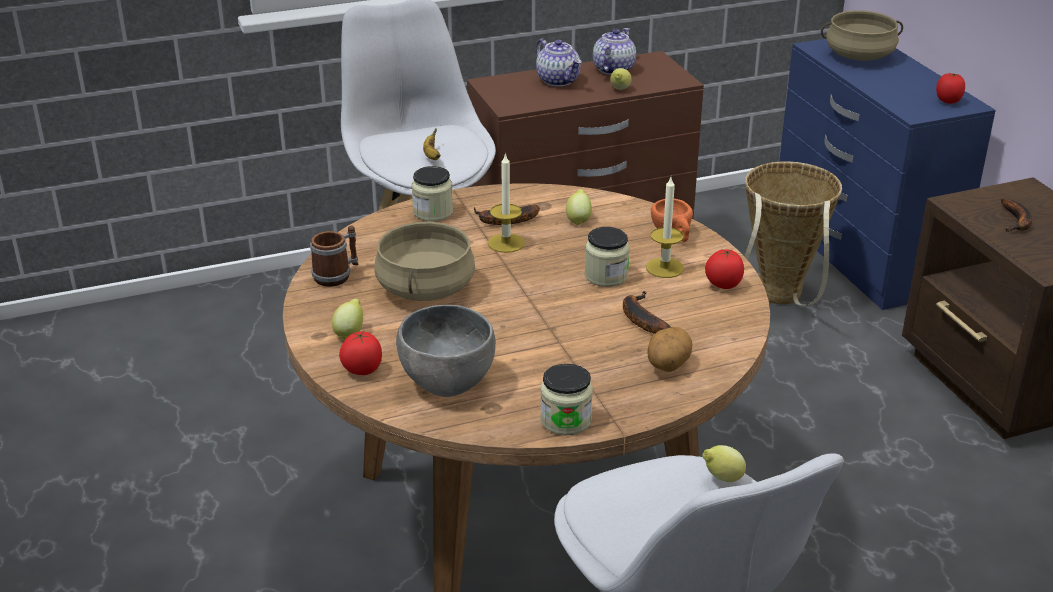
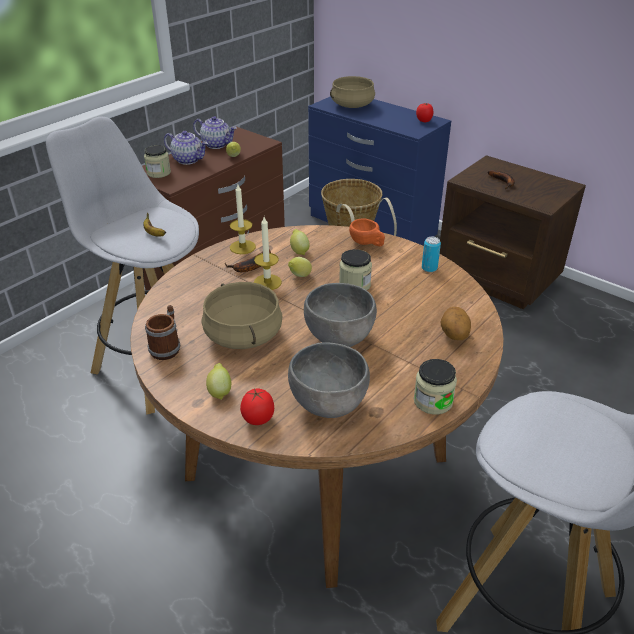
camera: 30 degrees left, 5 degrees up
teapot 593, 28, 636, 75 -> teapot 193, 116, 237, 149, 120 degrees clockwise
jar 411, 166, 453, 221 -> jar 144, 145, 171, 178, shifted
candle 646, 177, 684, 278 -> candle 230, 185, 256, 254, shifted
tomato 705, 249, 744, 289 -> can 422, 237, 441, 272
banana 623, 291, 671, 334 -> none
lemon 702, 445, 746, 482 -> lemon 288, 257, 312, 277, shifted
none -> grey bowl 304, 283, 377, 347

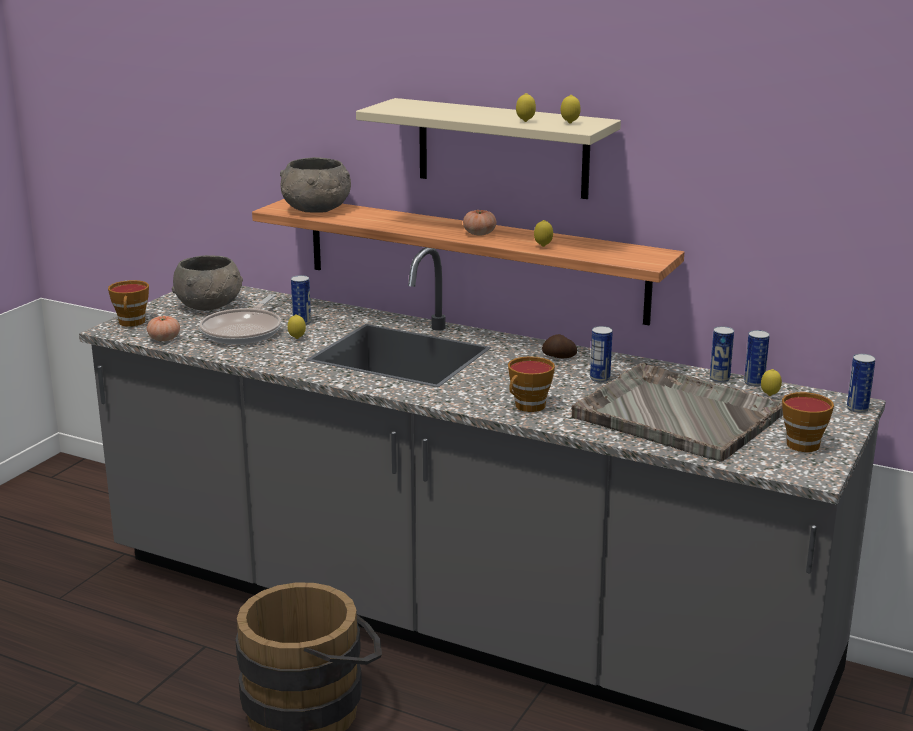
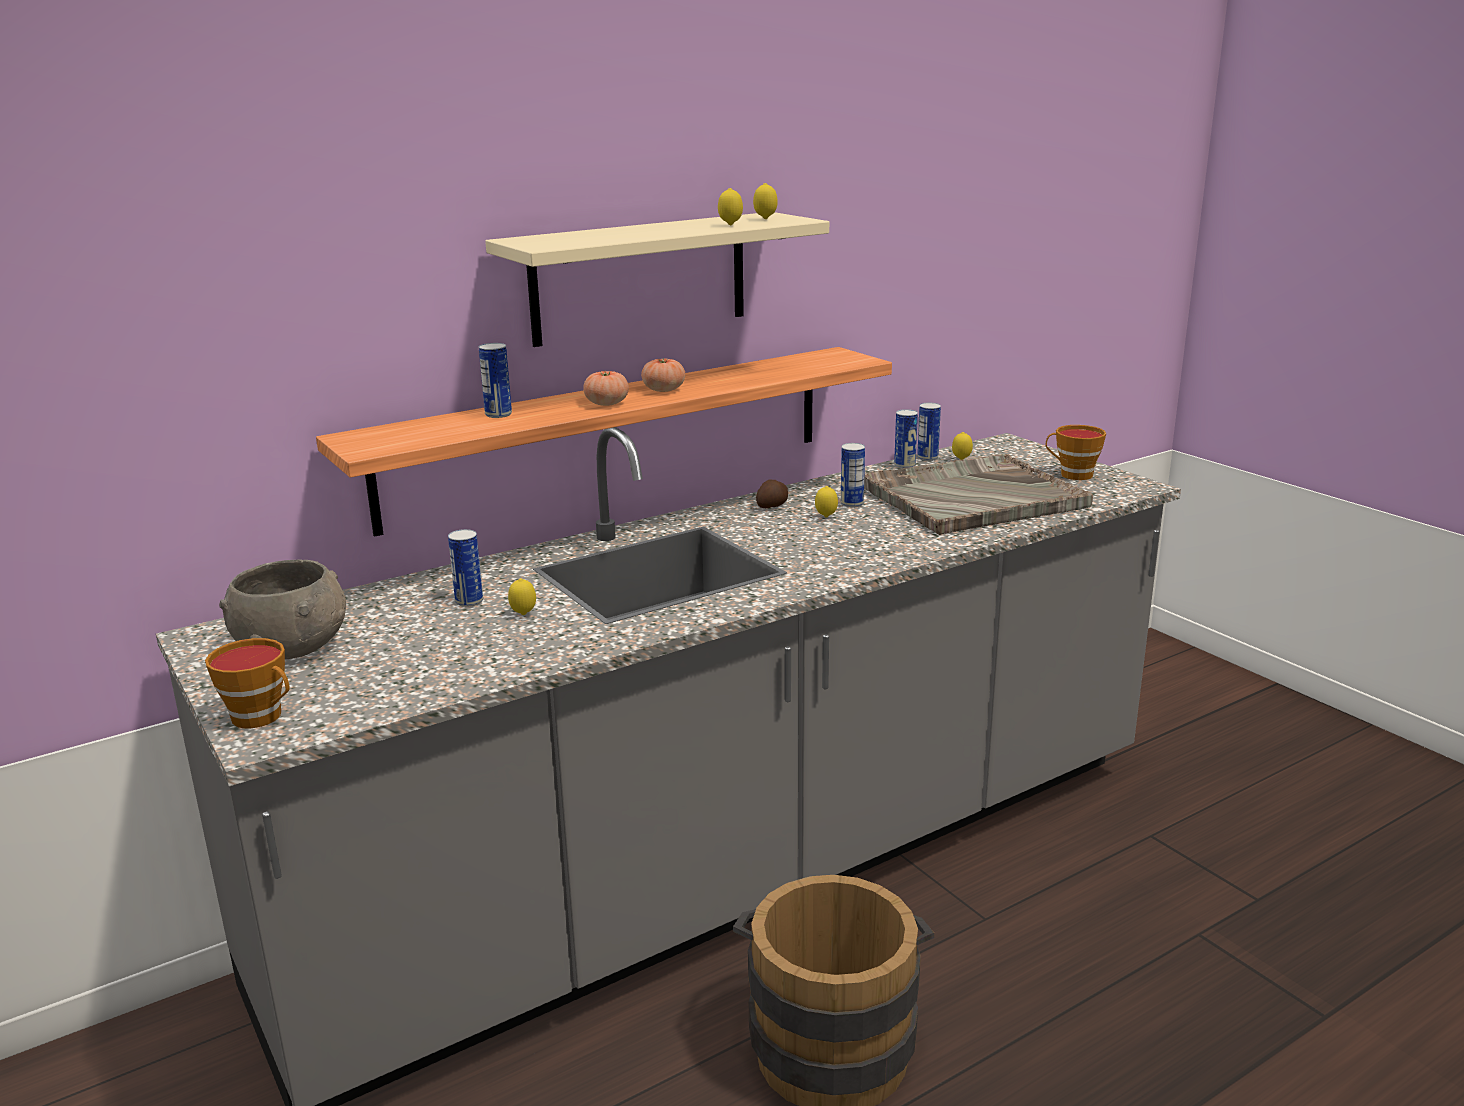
camera: 60 degrees left, 0 degrees up
grey bowl 280, 157, 351, 213 -> none
lemon 534, 220, 553, 247 -> lemon 815, 486, 838, 517, shifted
frying pan 200, 294, 281, 344 -> none
tomato 147, 316, 180, 341 -> tomato 583, 371, 629, 406, shifted
can 847, 354, 875, 413 -> can 479, 343, 512, 418, shifted
cup 508, 356, 555, 412 -> none

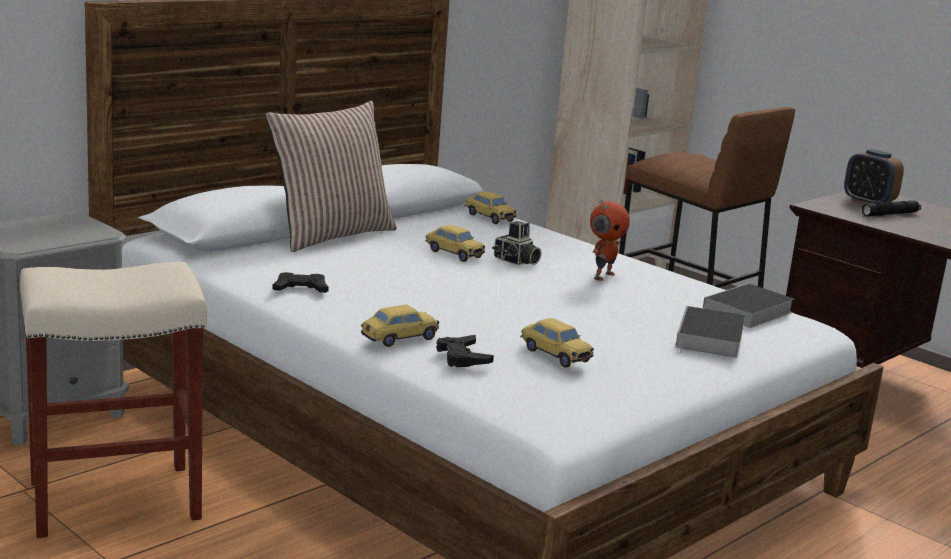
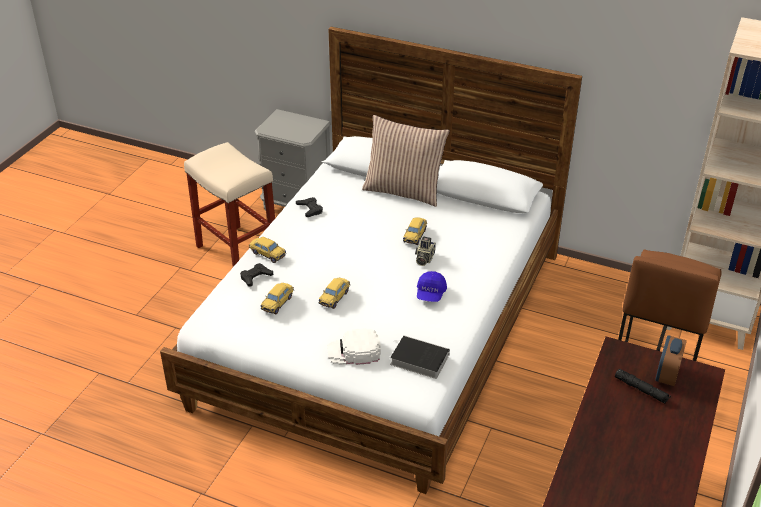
camera: 70 degrees right, 20 degrees up
toy car 465, 191, 516, 224 -> toy car 318, 278, 351, 309, shifted
toy robot 590, 198, 630, 281 -> blue cap 417, 271, 447, 302
book 675, 306, 745, 358 -> white cap 327, 328, 381, 365

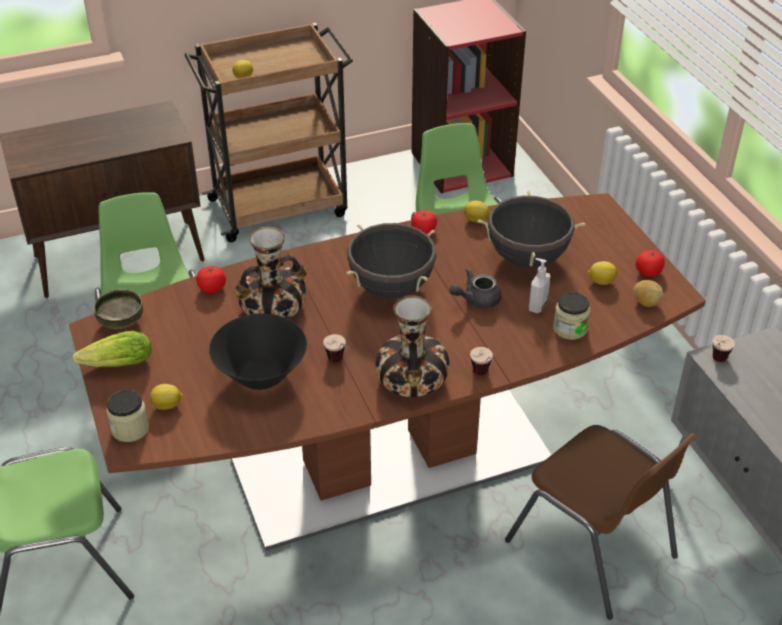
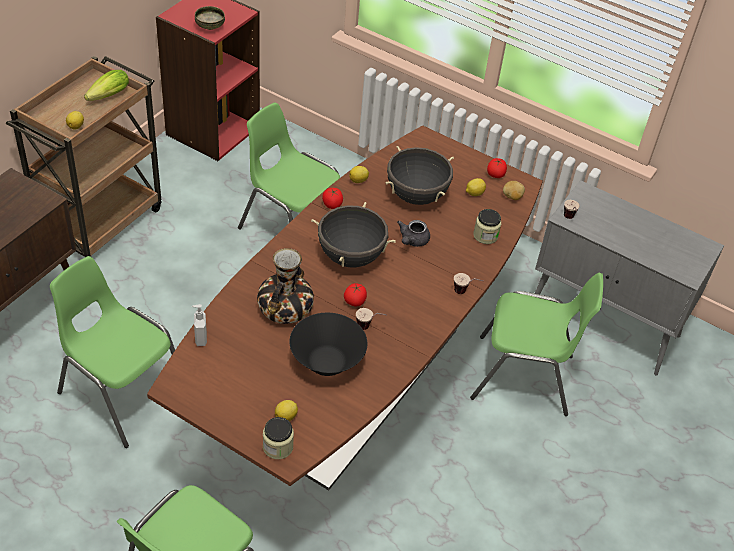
camera: 40 degrees left, 5 degrees up
soap dispenser 529, 258, 550, 313 -> soap dispenser 192, 304, 207, 346, shifted
tomato 196, 266, 226, 293 -> tomato 344, 283, 367, 306, shifted
bowl 94, 289, 143, 329 -> bowl 195, 6, 225, 30, shifted
vase 376, 295, 450, 397 -> none
lettuce 72, 331, 151, 367 -> lettuce 84, 70, 129, 101, shifted
brown chair 505, 425, 698, 620 -> green chair 470, 273, 603, 416

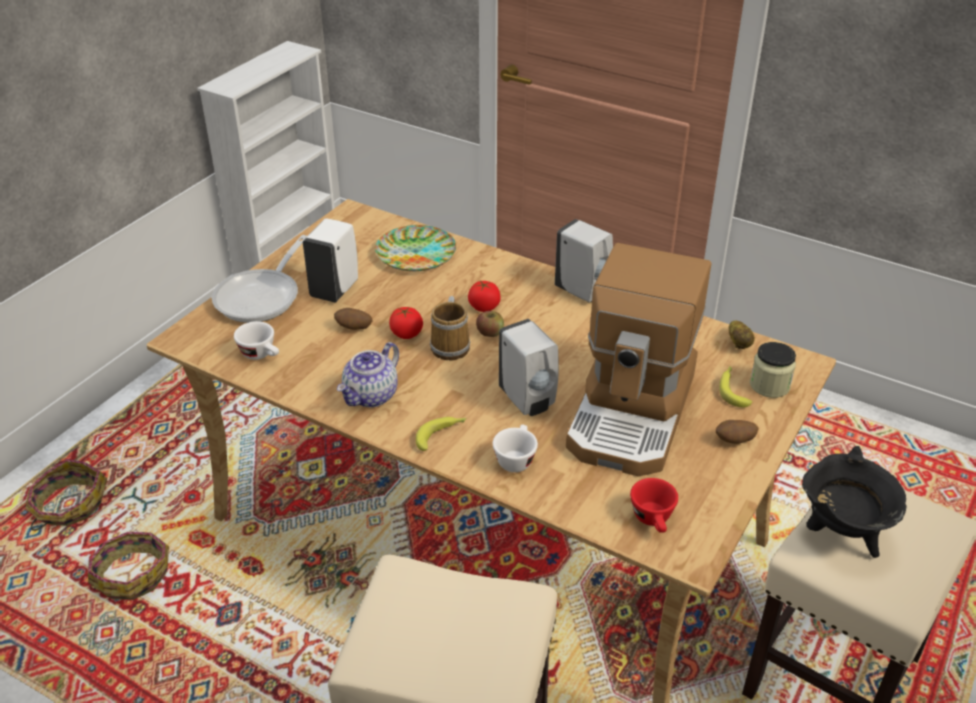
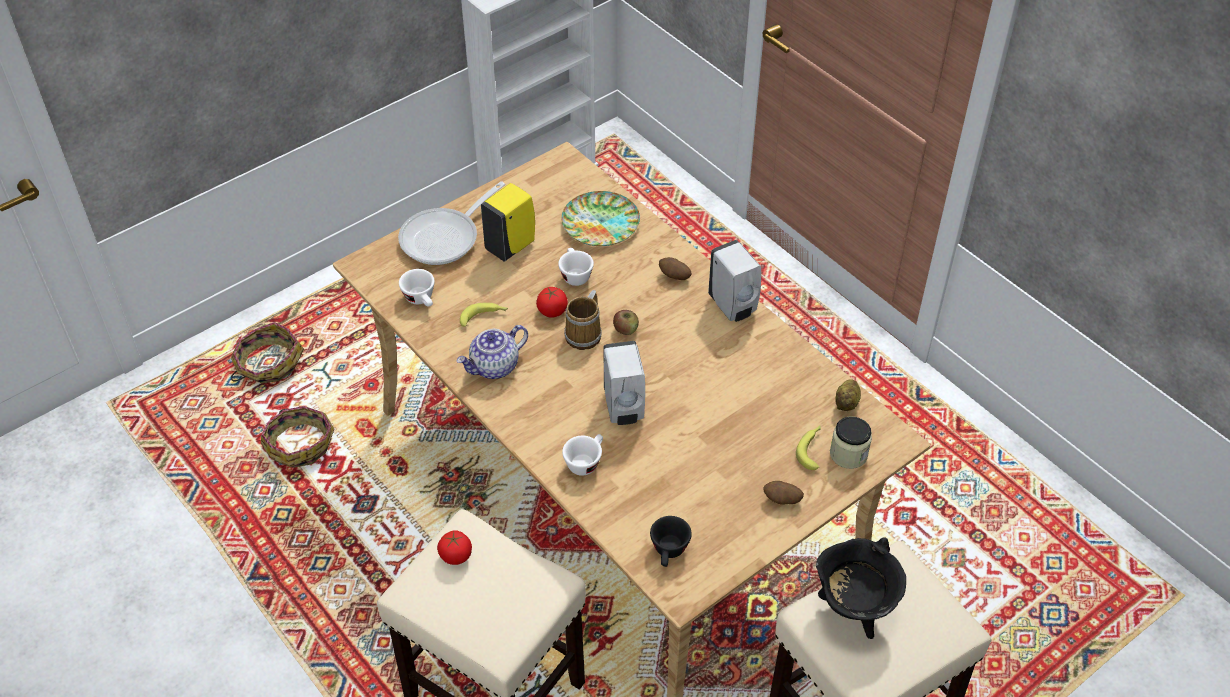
camera: 20 degrees right, 10 degrees up
white soap dispenser 303, 218, 358, 303 -> yellow soap dispenser 481, 183, 535, 262
coffee machine 566, 243, 712, 477 -> none
tomato 468, 281, 501, 312 -> tomato 437, 530, 472, 565, shifted
potato 334, 308, 372, 330 -> potato 659, 257, 691, 280, shifted
banana 416, 417, 466, 451 -> banana 460, 303, 508, 327, shifted
red cup 630, 478, 678, 533 -> black cup 650, 516, 692, 567
none -> white cup 558, 248, 594, 286

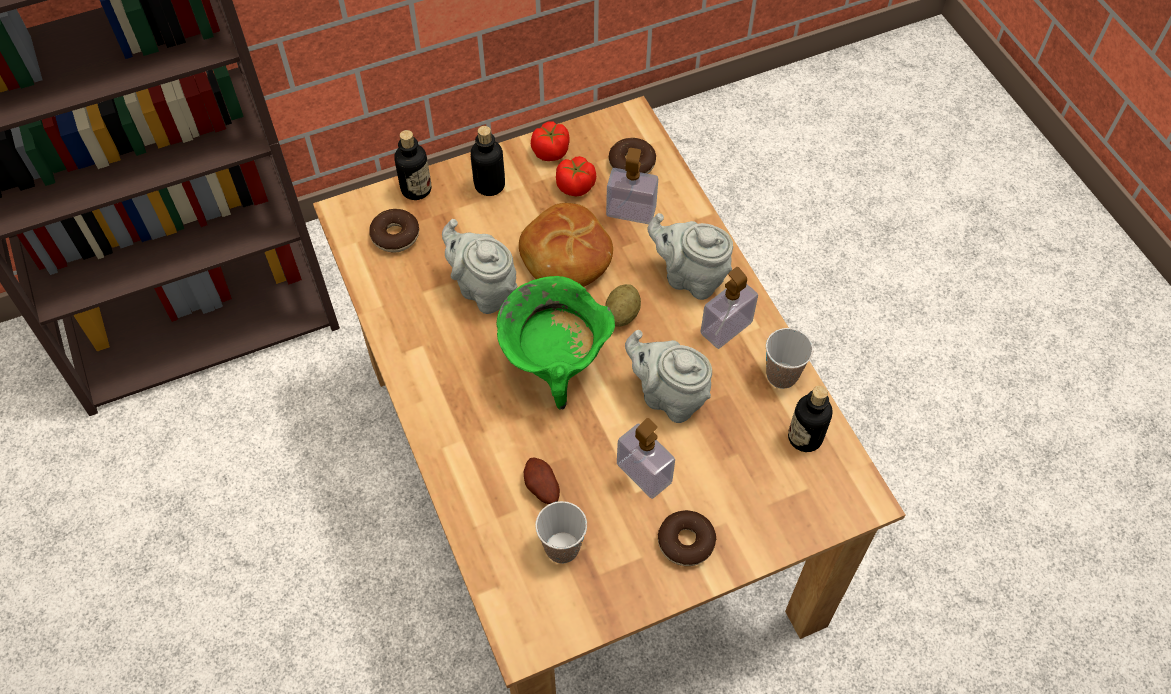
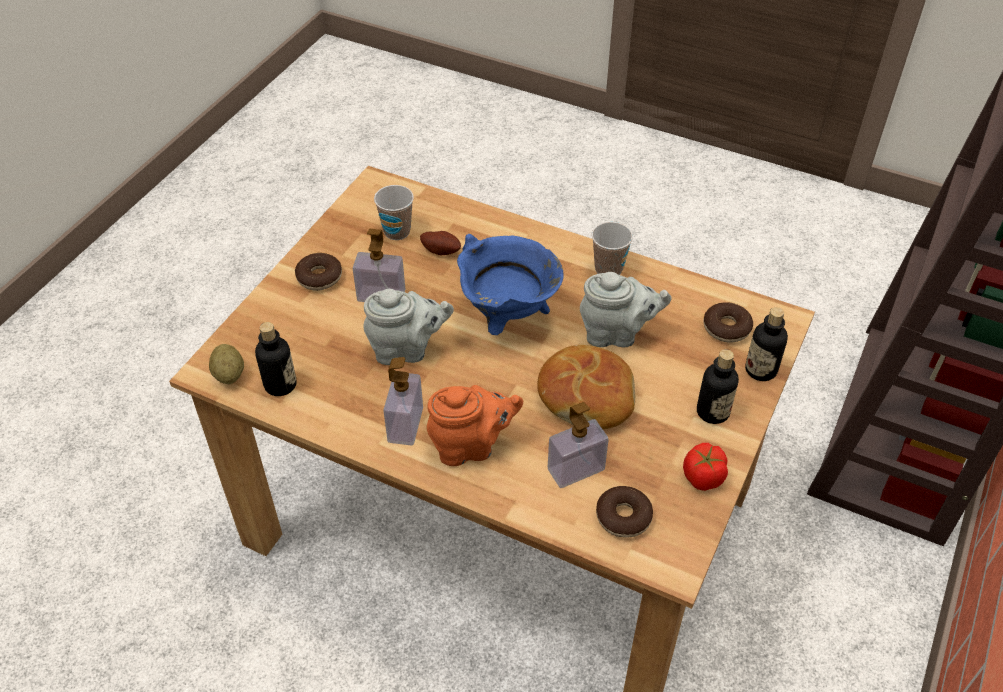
camera: 140 degrees right, 10 degrees down
tomato 556, 156, 596, 197 -> none
grey teapot 648, 213, 733, 300 -> orange teapot 427, 385, 523, 466
green cooking pot 496, 276, 615, 409 -> blue cooking pot 457, 234, 564, 335
potato 605, 284, 641, 327 -> potato 209, 344, 244, 384, shifted
cup 766, 328, 814, 389 -> cup 592, 222, 633, 275, shifted

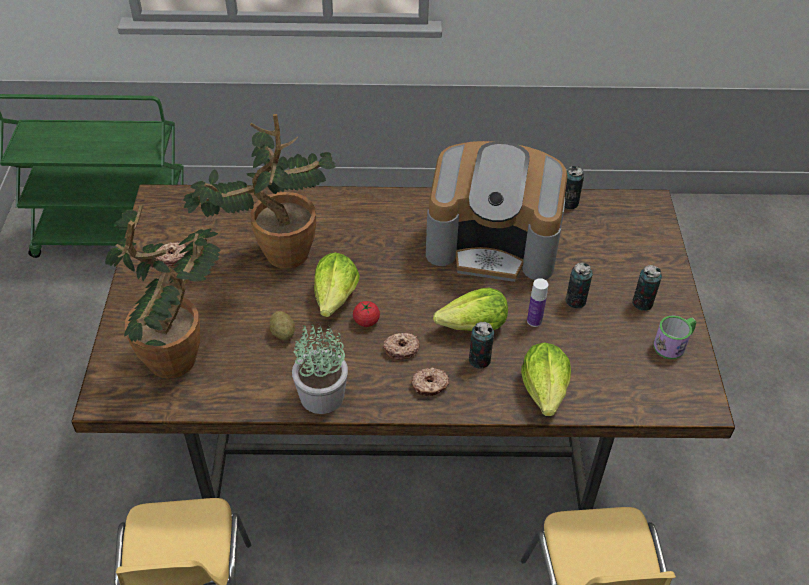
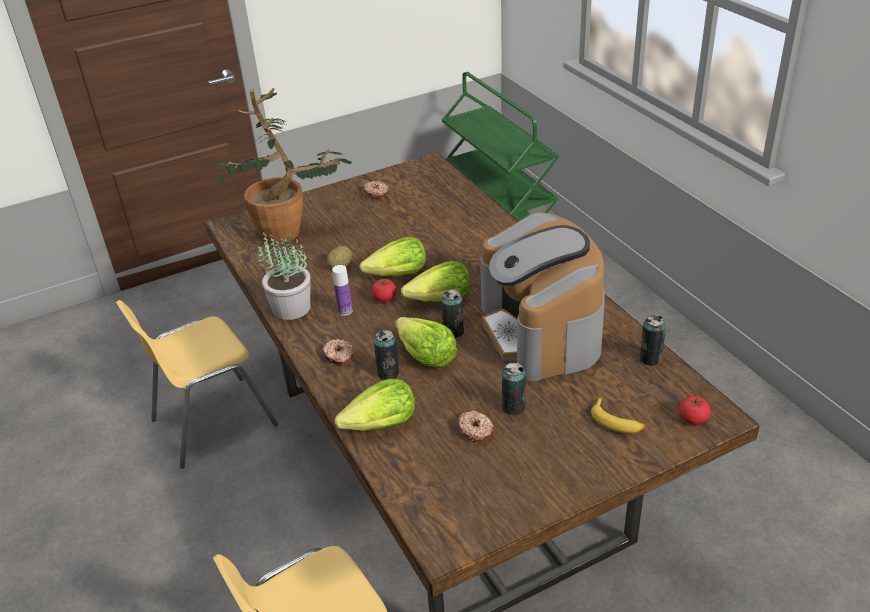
camera: 65 degrees right, 10 degrees down
potted plant 183, 114, 336, 269 -> none
can 632, 265, 662, 311 -> can 441, 289, 464, 338, shifted
bottle 527, 278, 548, 327 -> bottle 332, 265, 352, 316, shifted
mug 653, 316, 696, 359 -> none
donut 383, 333, 420, 360 -> donut 458, 411, 494, 442, shifted
none -> lettuce 401, 261, 470, 302
none -> tomato 679, 396, 710, 425
none -> banana 591, 397, 646, 434

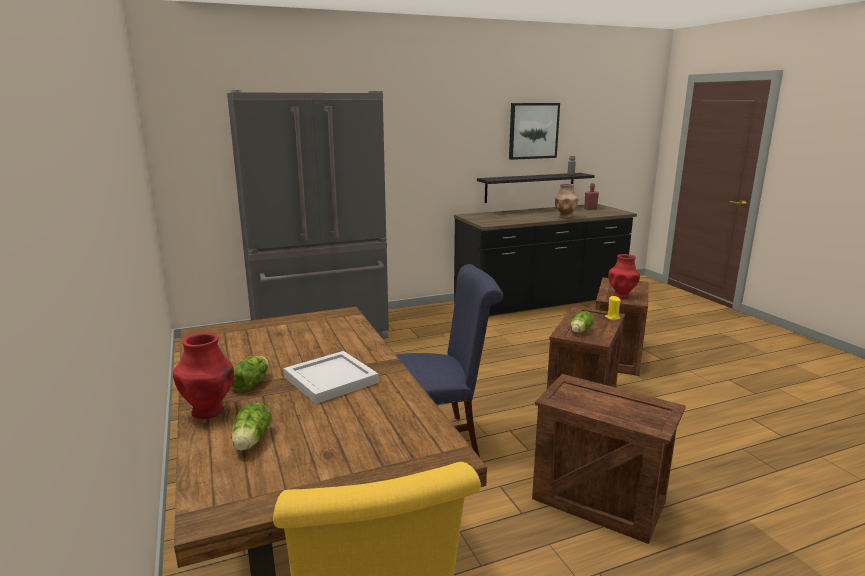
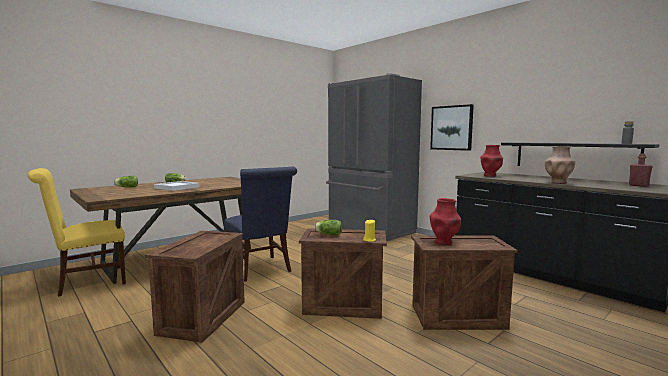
camera: 70 degrees right, 10 degrees down
picture 509, 103, 560, 160 -> picture 430, 104, 474, 151, shifted
red vase 173, 332, 234, 419 -> red vase 480, 145, 503, 177, shifted

